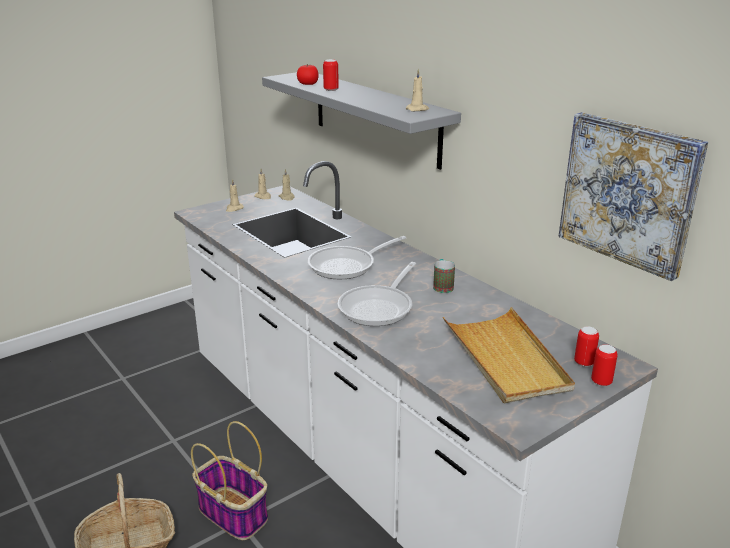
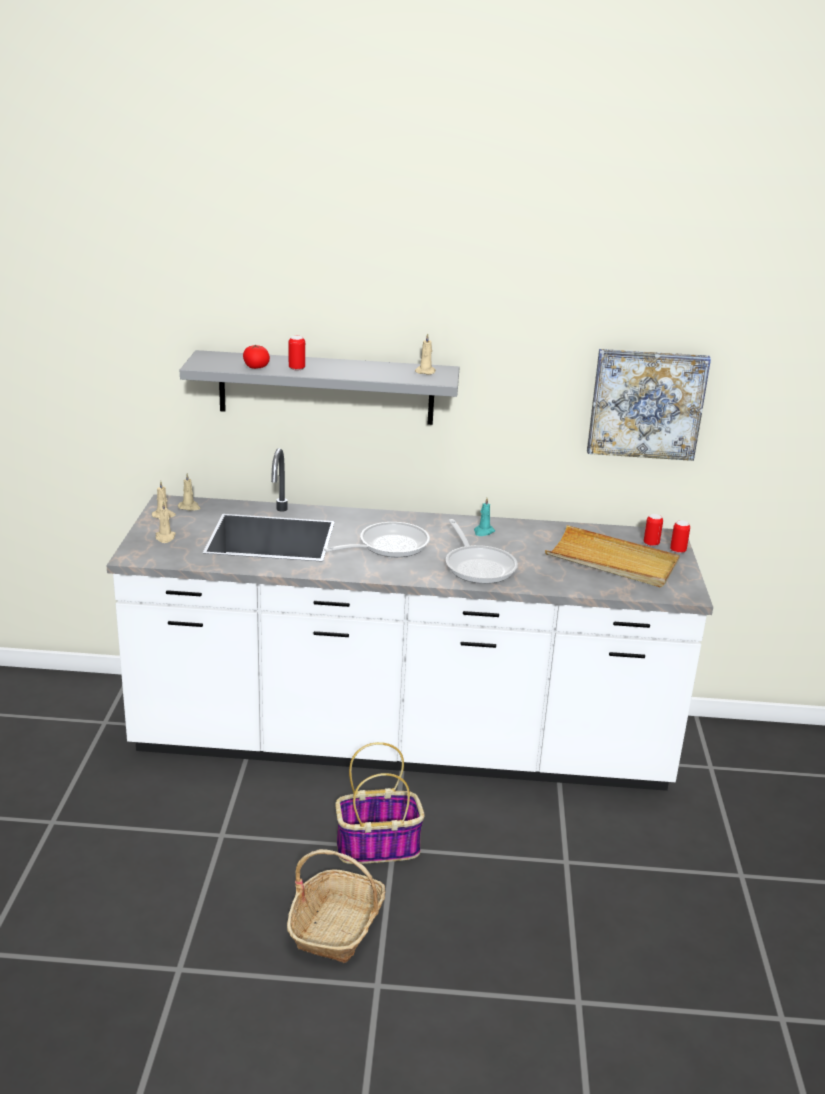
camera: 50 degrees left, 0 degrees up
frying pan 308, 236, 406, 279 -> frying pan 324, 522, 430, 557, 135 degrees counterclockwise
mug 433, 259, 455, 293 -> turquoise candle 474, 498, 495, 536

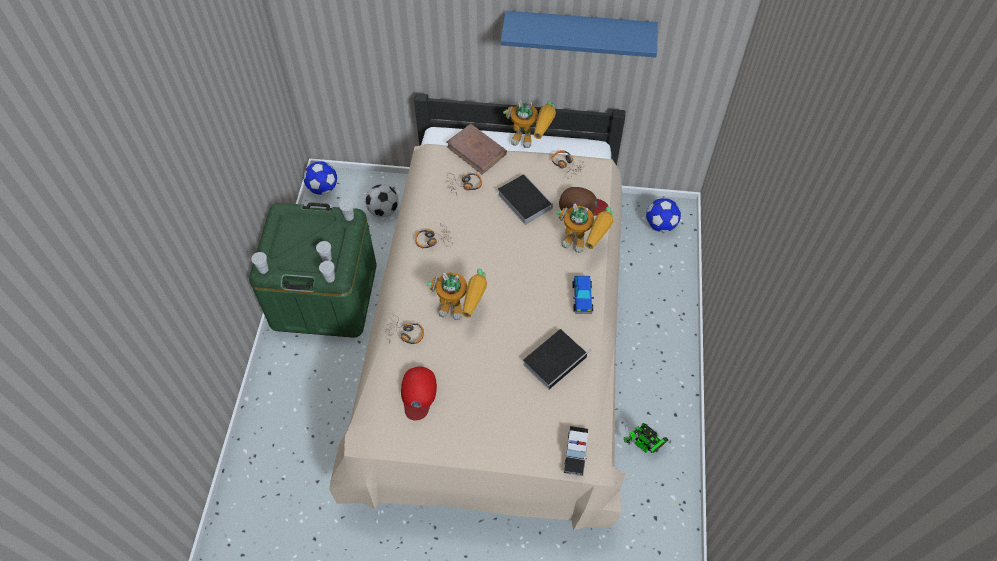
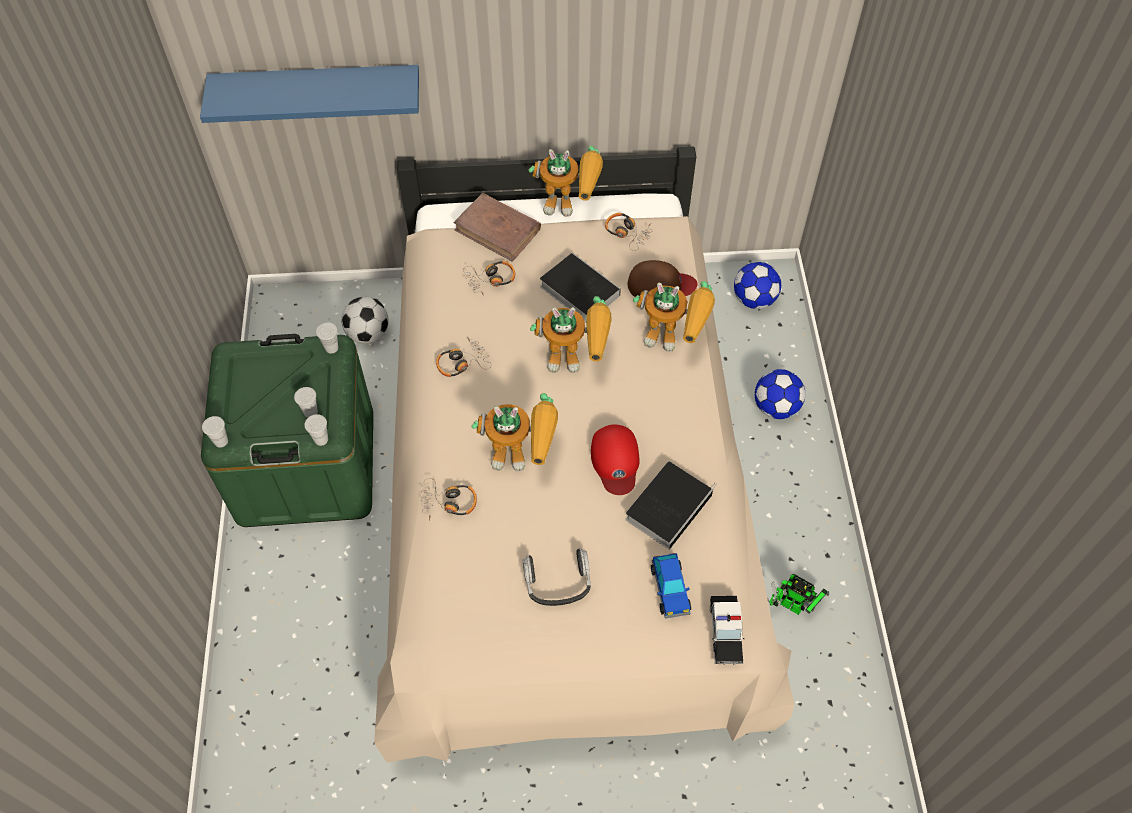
camera: 10 degrees left, 0 degrees up
blue shelf 501, 11, 658, 57 -> blue shelf 200, 65, 419, 123, shifted
football 304, 161, 337, 195 -> football 755, 369, 805, 419, shifted
toy car 572, 276, 594, 314 -> toy car 651, 553, 691, 618, shifted
red cap 401, 367, 437, 421 -> red cap 591, 424, 640, 495, shifted
none -> toy robot 530, 296, 612, 373
none -> headphones 523, 548, 591, 606

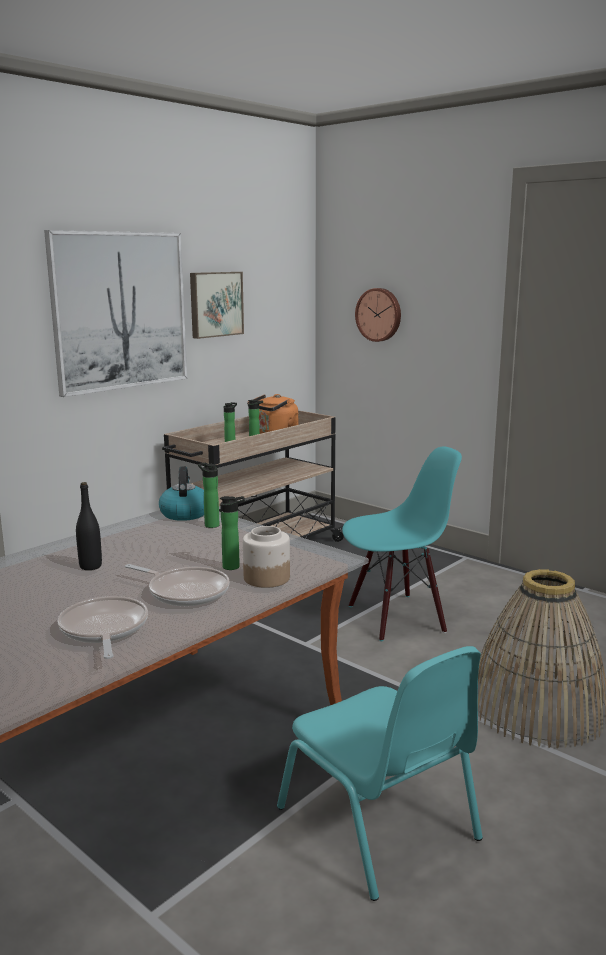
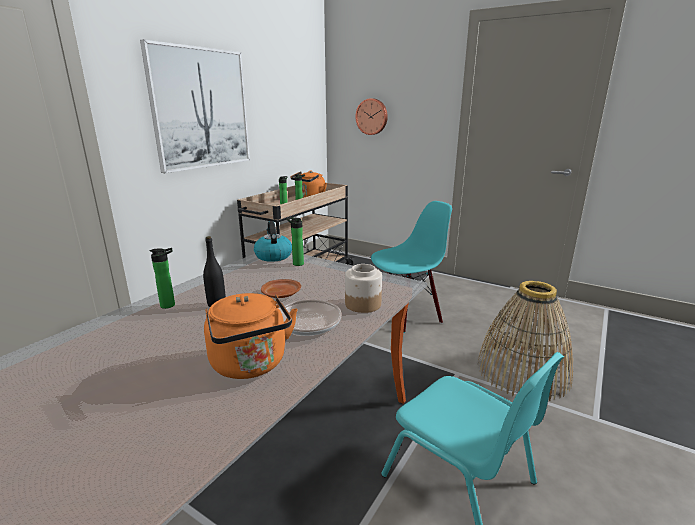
camera: 10 degrees left, 5 degrees up
picture 190, 272, 244, 339 -> none
bottle 220, 496, 245, 570 -> bottle 150, 248, 175, 309, shifted
frying pan 58, 596, 148, 659 -> orange kettle 204, 293, 298, 379
none -> brown plate 261, 279, 301, 298

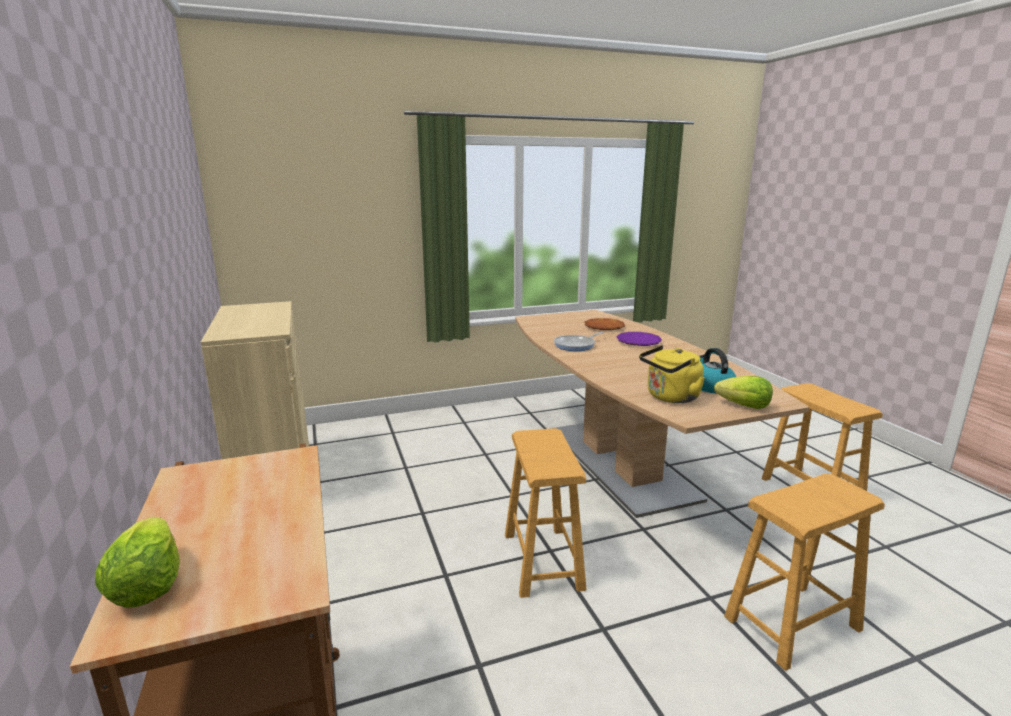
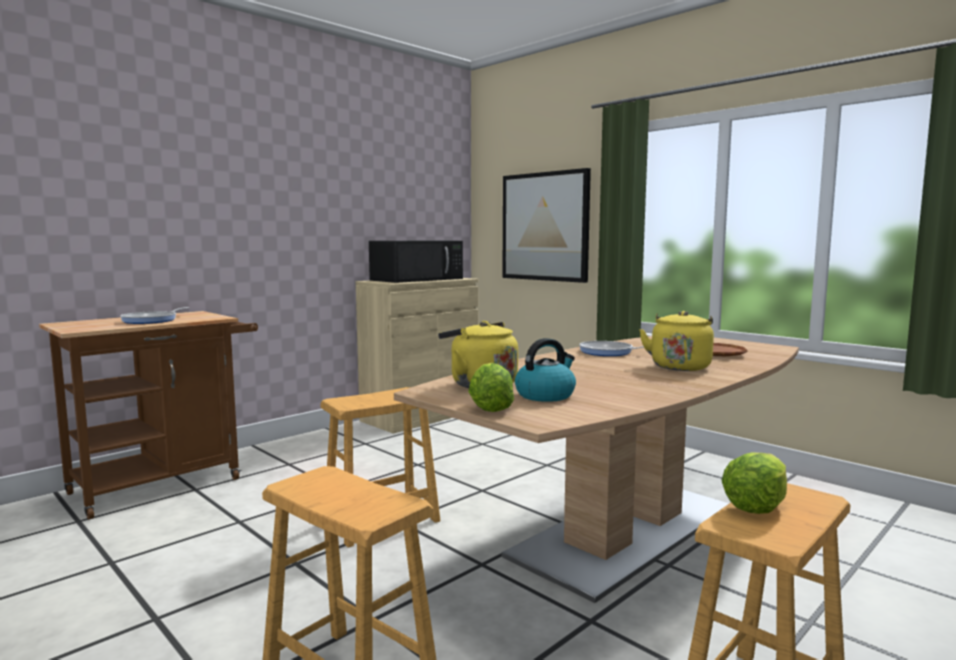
camera: 65 degrees right, 10 degrees down
purple plate 616, 332, 662, 346 -> yellow kettle 639, 311, 714, 371
lettuce 95, 517, 180, 608 -> lettuce 722, 452, 787, 514, shifted
none -> picture 502, 168, 591, 283
none -> black microwave 369, 241, 463, 283
none -> frying pan 120, 307, 189, 324

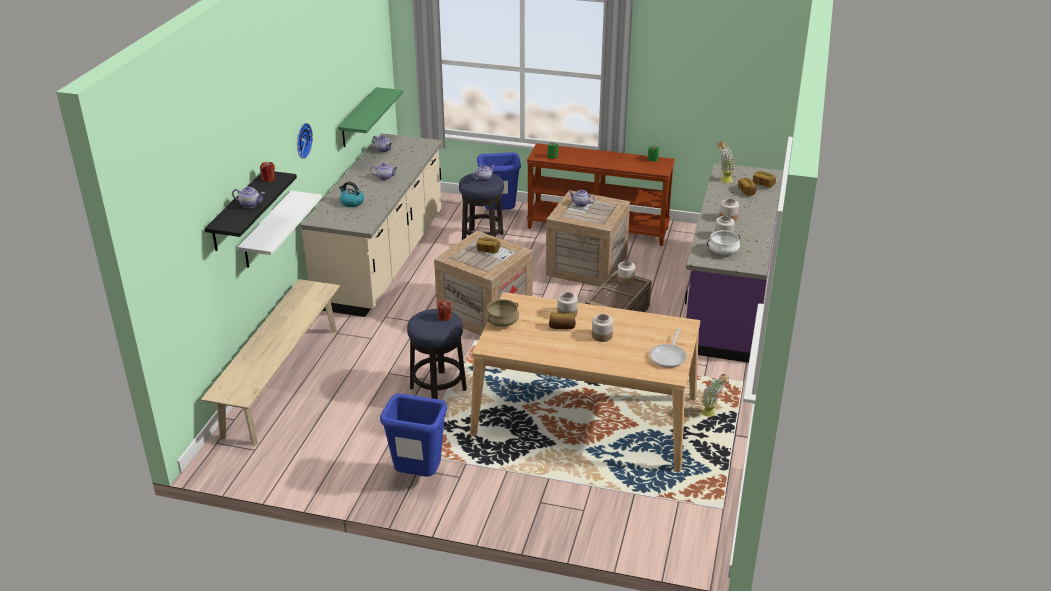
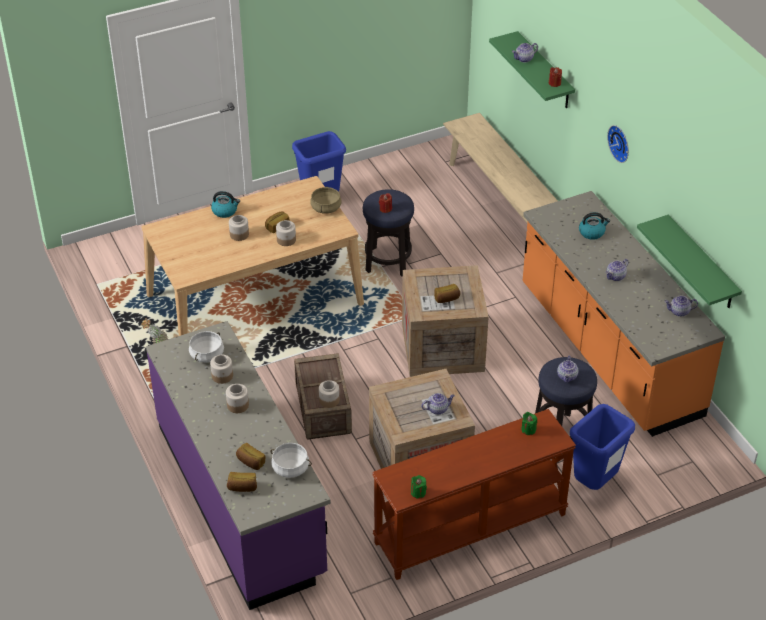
camera: 140 degrees right, 10 degrees up
beige counter 301, 133, 442, 317 -> orange counter 523, 191, 725, 437
potted plant 717, 141, 736, 183 -> white cooking pot 270, 443, 312, 478
black shelf 204, 172, 297, 251 -> green shelf 489, 31, 575, 108
white shelf 238, 191, 322, 268 -> none
frying pan 650, 328, 687, 368 -> none
none -> kettle 211, 191, 240, 218

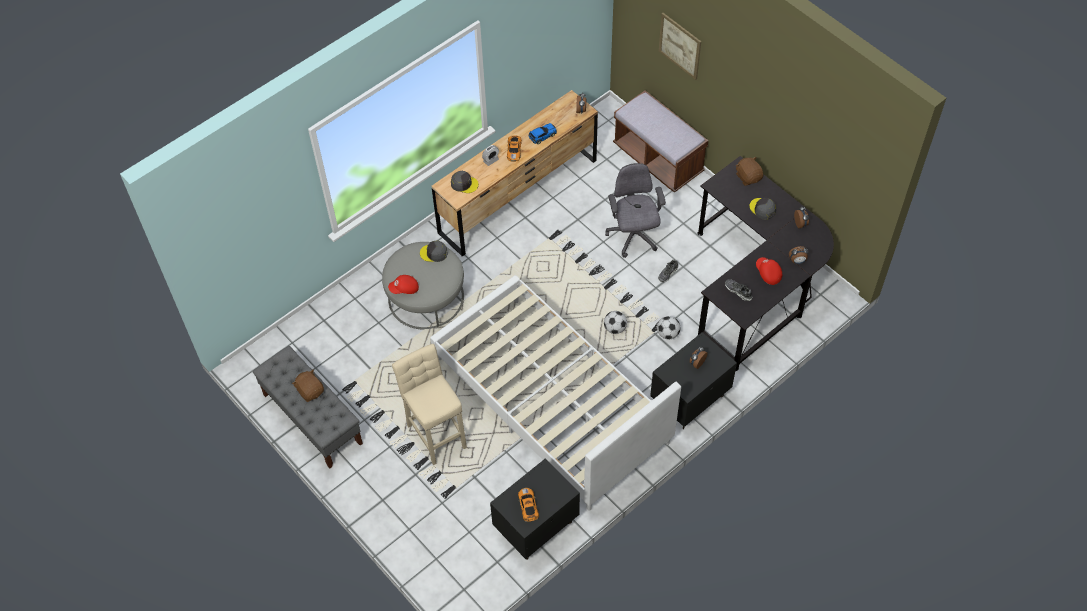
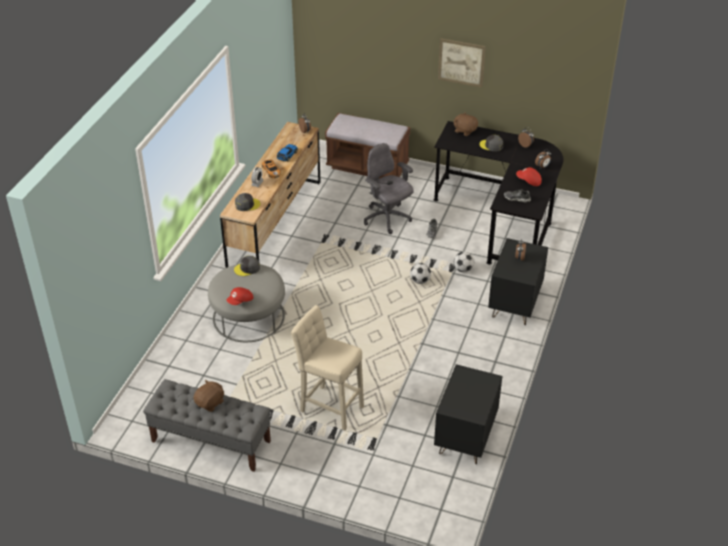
camera: 30 degrees left, 15 degrees down
picture 659, 13, 701, 80 -> picture 438, 38, 486, 88, shifted
white bed 430, 275, 681, 511 -> none
brown plush toy 292, 369, 324, 402 -> brown plush toy 193, 379, 224, 412, 105 degrees clockwise
toy car 518, 488, 539, 522 -> none

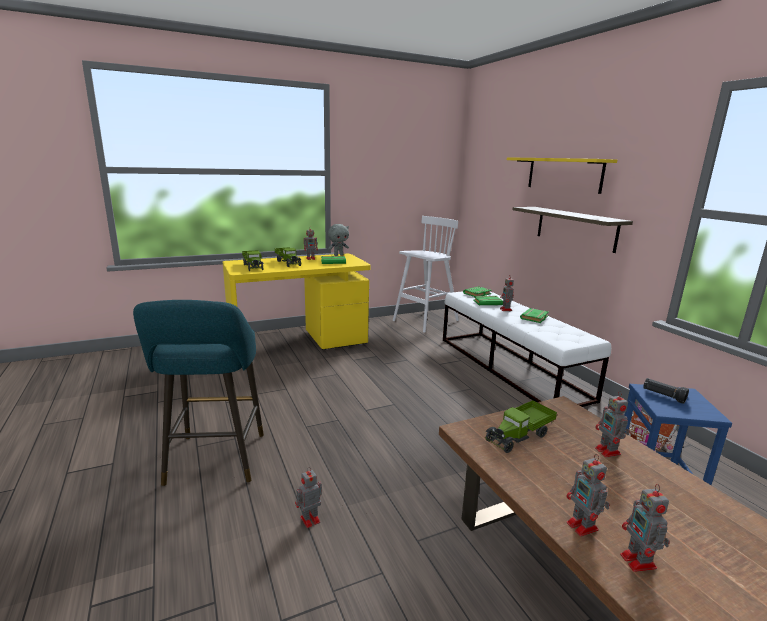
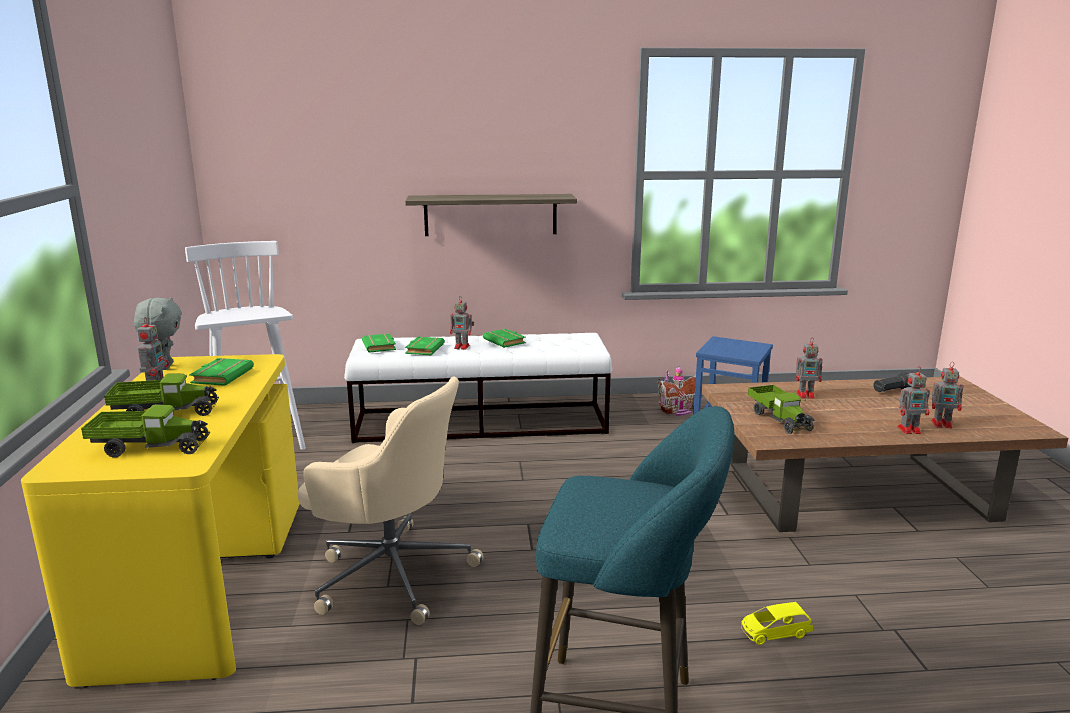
camera: 70 degrees left, 0 degrees up
yellow shelf 507, 157, 617, 194 -> none
black flashlight 643, 378, 689, 404 -> black flashlight 873, 372, 911, 392, shifted
toy robot 295, 467, 322, 528 -> yellow toy car 741, 602, 813, 645
none -> beige office chair 298, 377, 484, 625

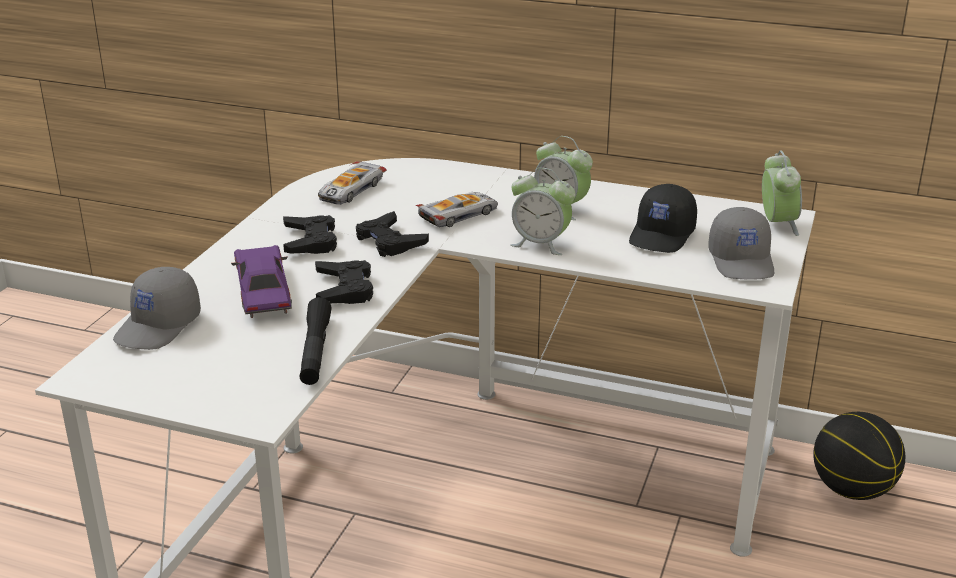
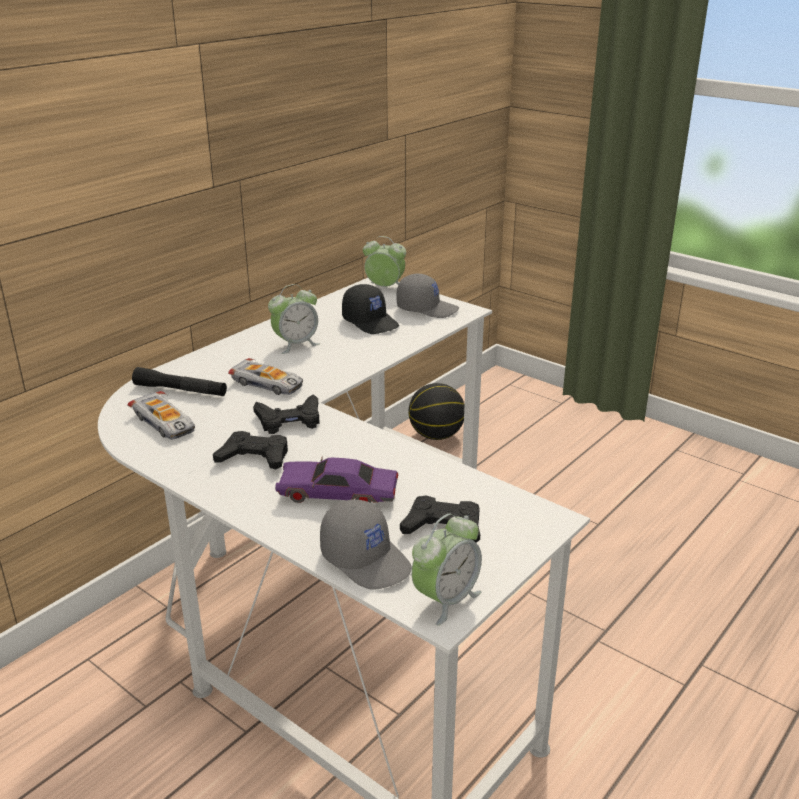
camera: 70 degrees left, 0 degrees up
alarm clock 511, 168, 575, 255 -> alarm clock 412, 513, 482, 625, shifted
toy car 415, 192, 498, 227 -> toy car 228, 358, 303, 395, 135 degrees clockwise
black game controller 315, 260, 373, 304 -> black game controller 400, 496, 480, 542, shifted
black flashlight 299, 297, 332, 385 -> black flashlight 132, 367, 227, 396, shifted

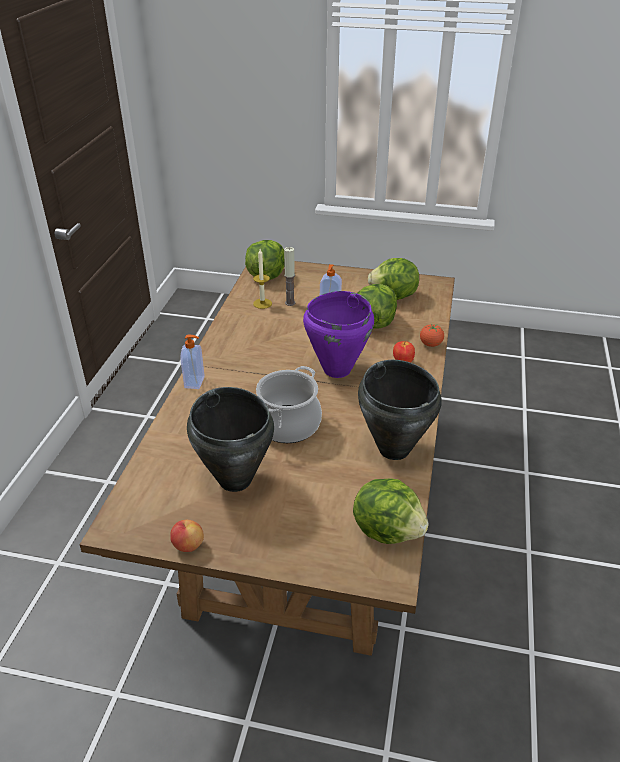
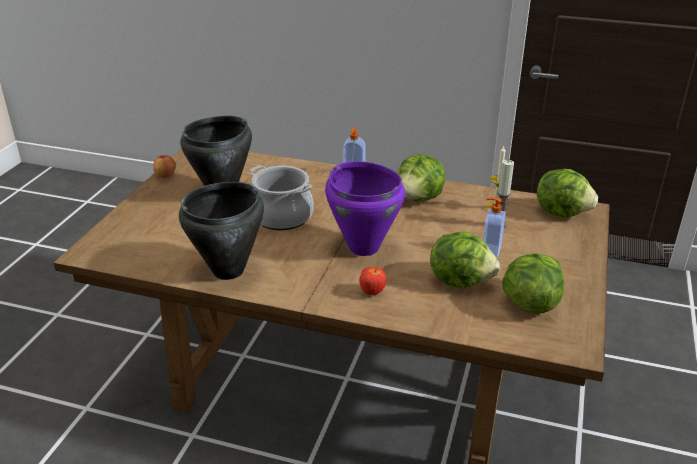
camera: 95 degrees right, 5 degrees down
tomato 420, 323, 444, 347 -> none
lettuce 353, 478, 429, 544 -> lettuce 398, 154, 446, 201, shifted

